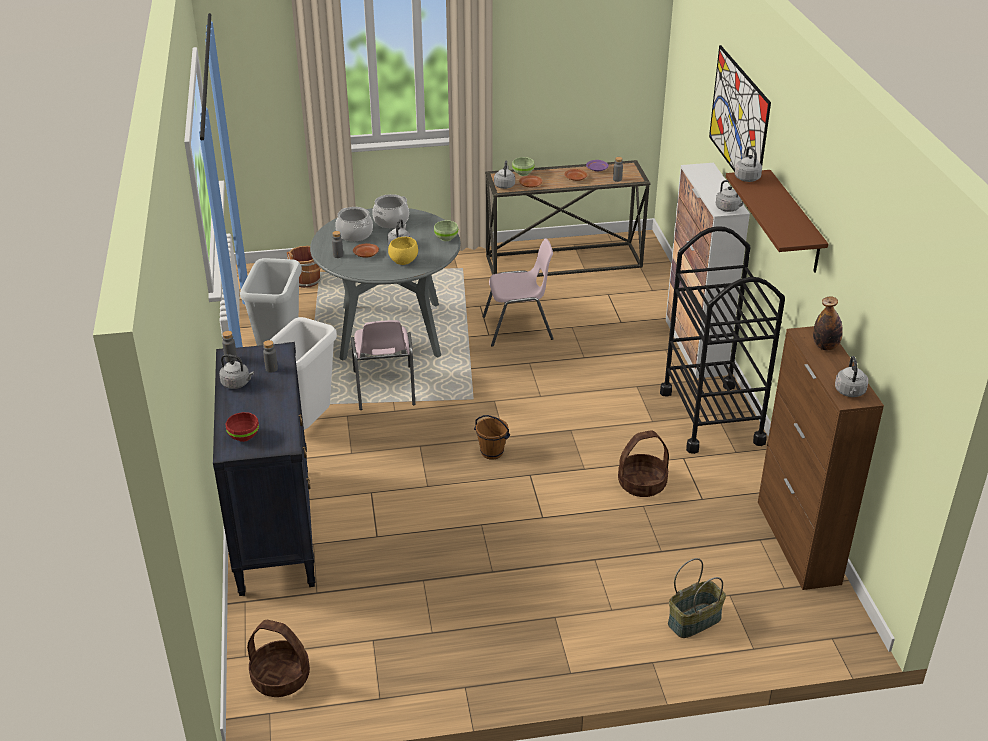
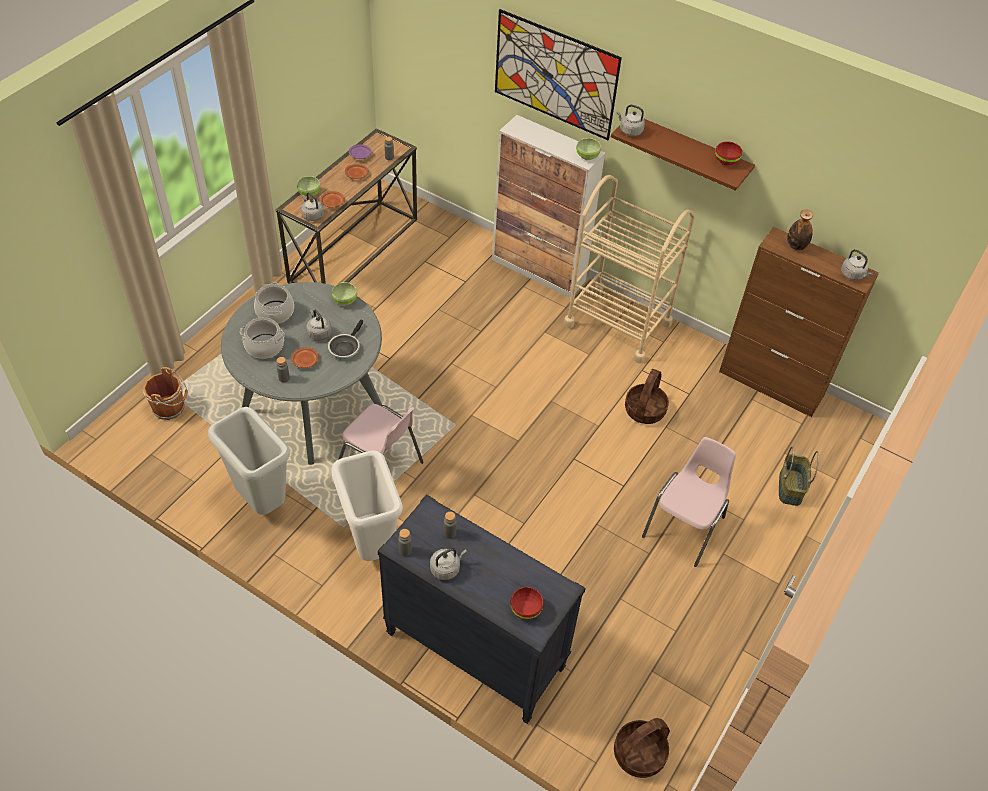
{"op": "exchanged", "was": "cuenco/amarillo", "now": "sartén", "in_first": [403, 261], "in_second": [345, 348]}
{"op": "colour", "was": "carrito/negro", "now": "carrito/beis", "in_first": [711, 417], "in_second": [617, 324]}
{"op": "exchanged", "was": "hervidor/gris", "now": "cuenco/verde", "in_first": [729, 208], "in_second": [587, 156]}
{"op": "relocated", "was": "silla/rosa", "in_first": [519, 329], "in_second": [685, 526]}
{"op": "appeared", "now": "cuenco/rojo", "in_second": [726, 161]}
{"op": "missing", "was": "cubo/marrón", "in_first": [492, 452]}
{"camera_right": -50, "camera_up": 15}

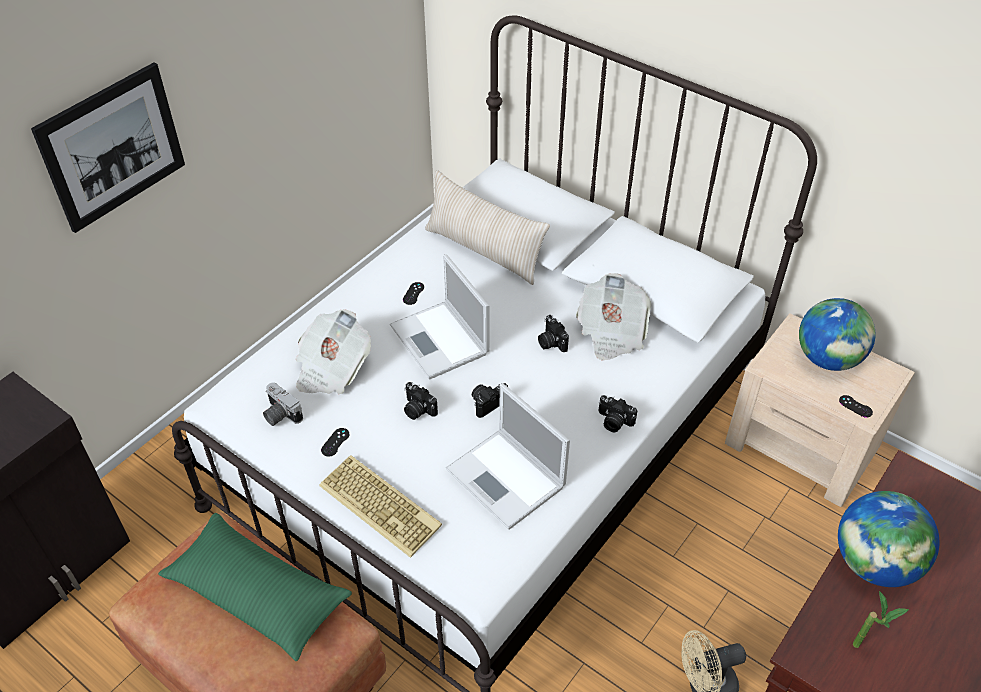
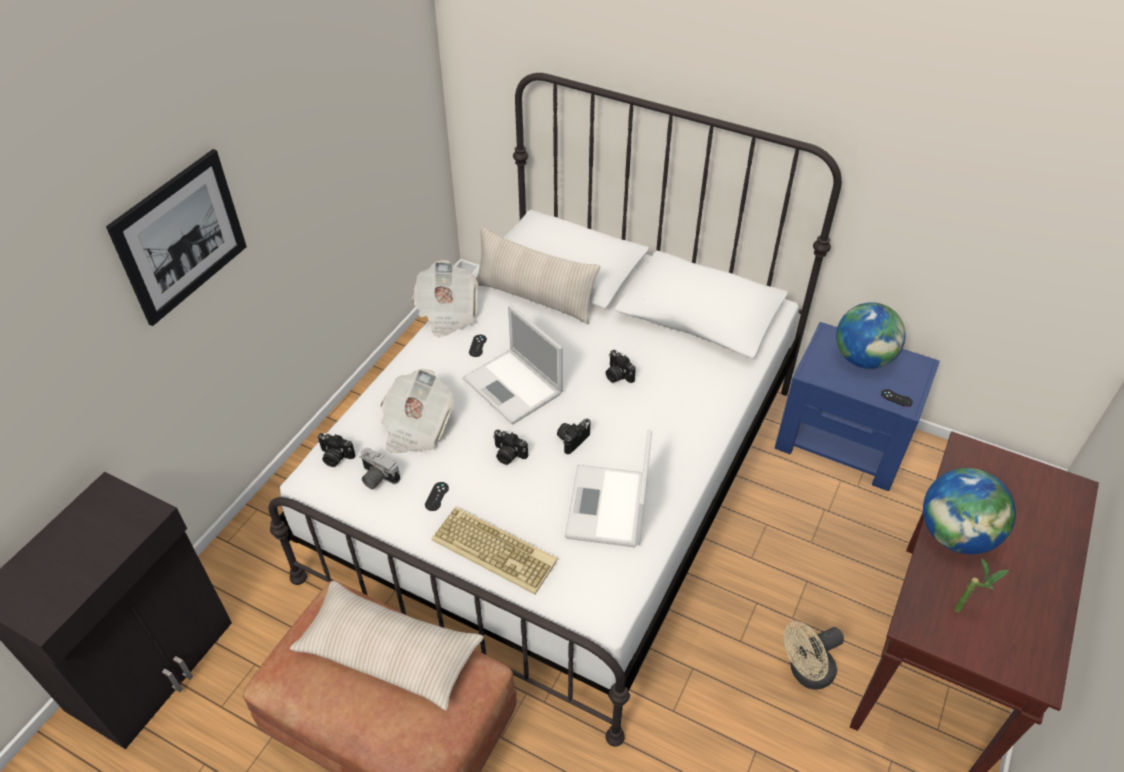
{"op": "colour", "was": "cojín/verde", "now": "cojín/beis", "in_first": [257, 593], "in_second": [389, 652]}
{"op": "relocated", "was": "cámara", "in_first": [613, 422], "in_second": [335, 457]}
{"op": "relocated", "was": "periódico", "in_first": [611, 332], "in_second": [447, 313]}
{"op": "spun", "was": "portátil", "in_first": [507, 479], "in_second": [607, 508], "clockwise": 60}
{"op": "colour", "was": "mesita de noche/beis", "now": "mesita de noche/azul", "in_first": [802, 445], "in_second": [843, 440]}
{"camera_right": -10, "camera_up": 0}

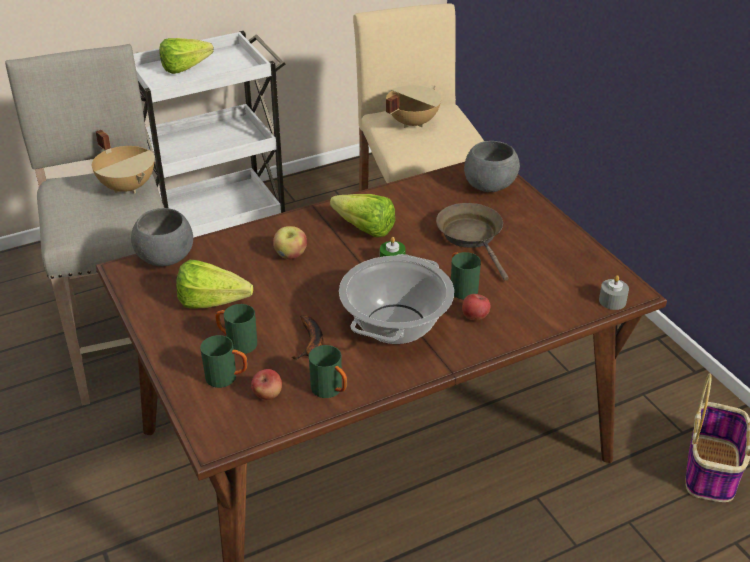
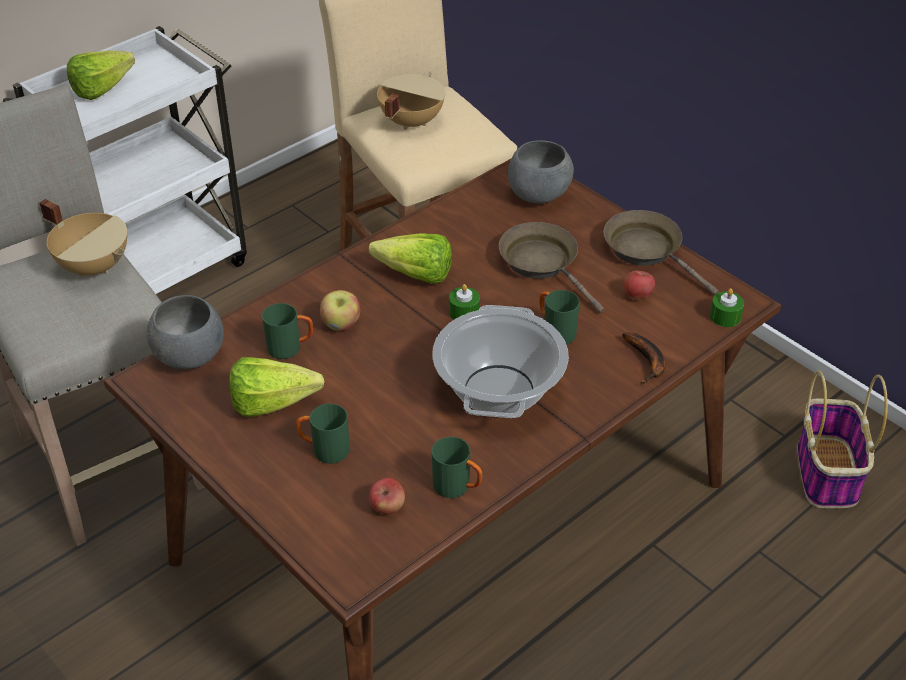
{"op": "relocated", "was": "taza grande/verde", "in_first": [227, 378], "in_second": [290, 348]}
{"op": "appeared", "now": "sartén/marrón", "in_second": [647, 250]}
{"op": "relocated", "was": "plátano", "in_first": [311, 343], "in_second": [647, 362]}
{"op": "relocated", "was": "manzana", "in_first": [475, 317], "in_second": [637, 295]}
{"op": "colour", "was": "vela/gris", "now": "vela/verde", "in_first": [612, 301], "in_second": [725, 316]}
{"camera_right": -15, "camera_up": 5}

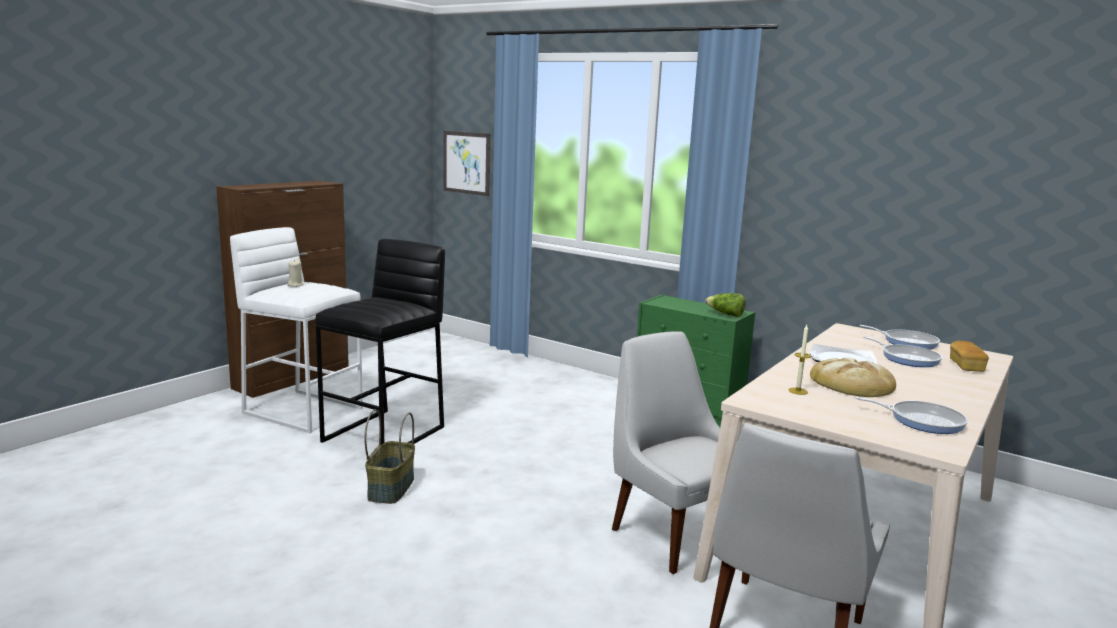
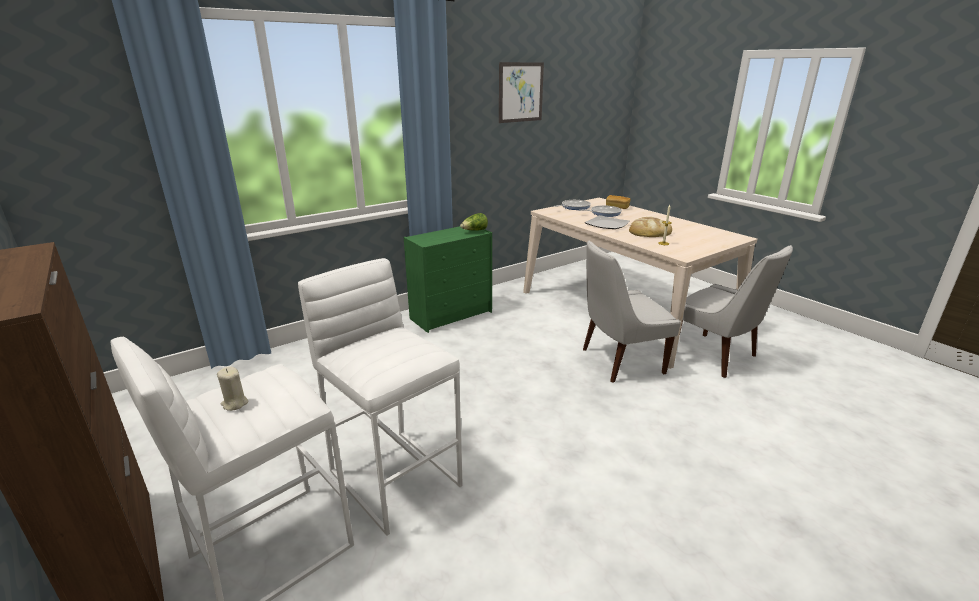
{"op": "colour", "was": "taburete/negro", "now": "taburete/blanco", "in_first": [385, 434], "in_second": [395, 477]}
{"op": "relocated", "was": "cuadro", "in_first": [466, 163], "in_second": [520, 92]}
{"op": "missing", "was": "cesta", "in_first": [390, 488]}
{"op": "missing", "was": "sartén", "in_first": [922, 421]}
{"camera_right": -70, "camera_up": 10}

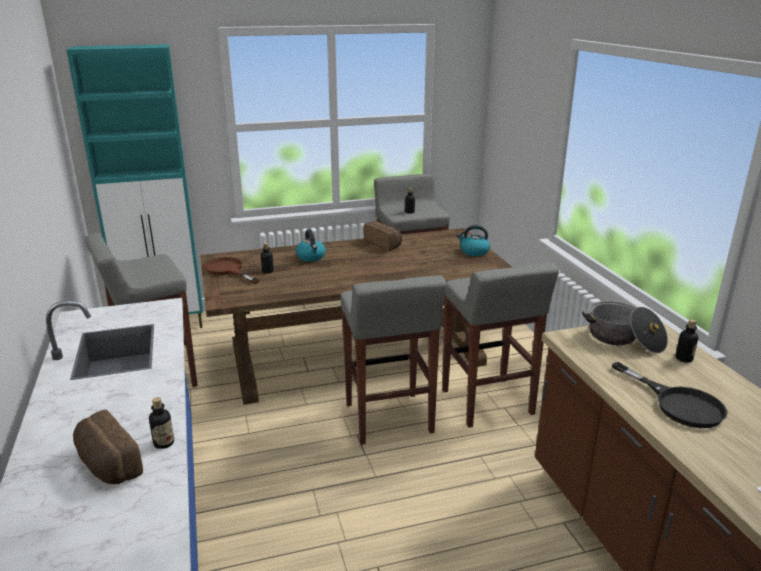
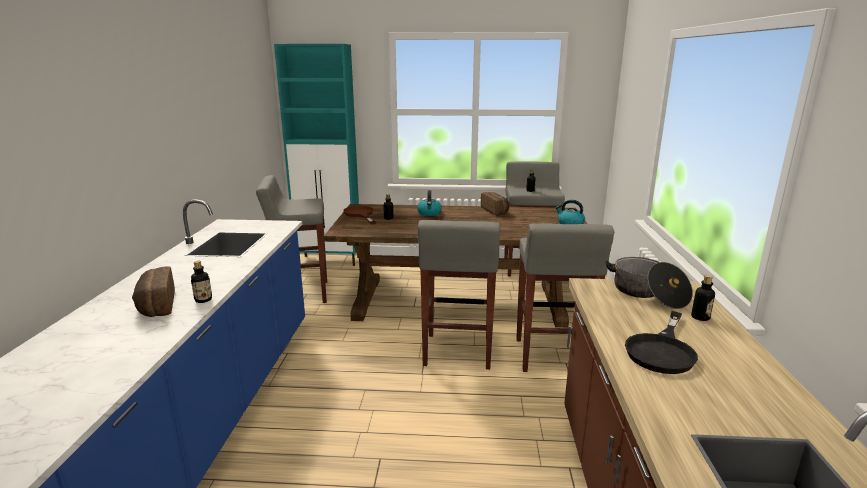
{"op": "spun", "was": "sartén/negro", "in_first": [678, 403], "in_second": [662, 350], "clockwise": 45}
{"camera_right": 20, "camera_up": -5}

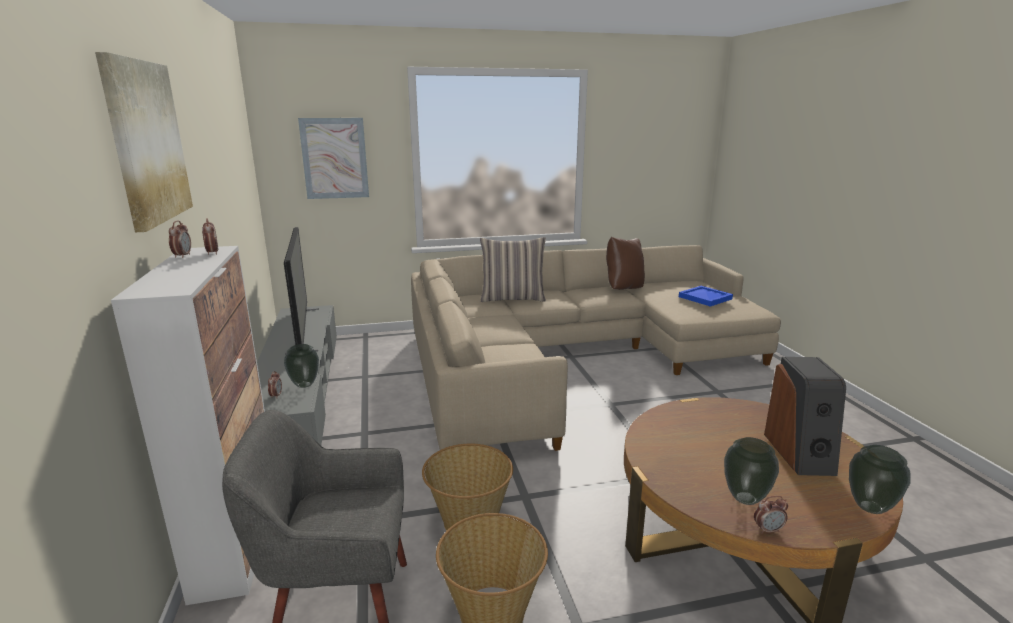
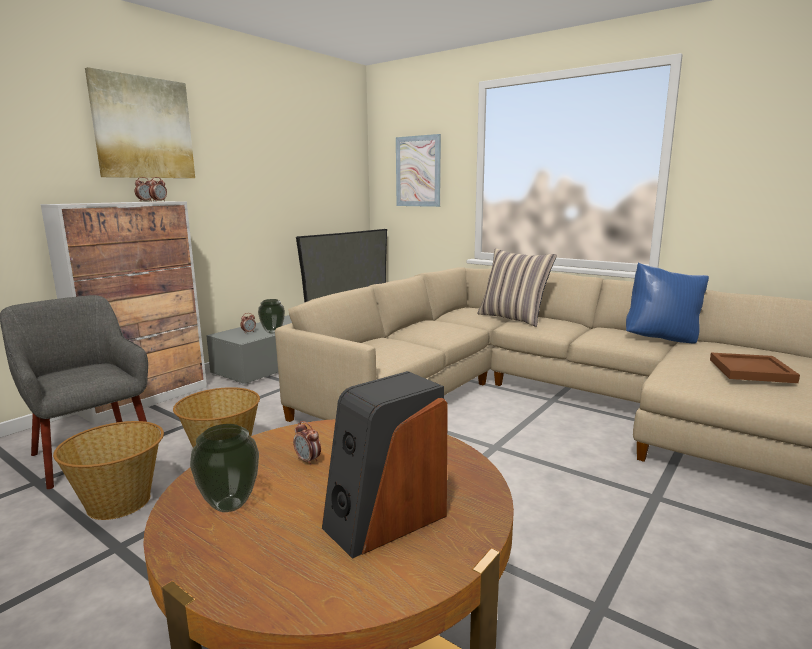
{"op": "relocated", "was": "despertador", "in_first": [768, 530], "in_second": [308, 460]}
{"op": "colour", "was": "cojín/marrón", "now": "cojín/azul", "in_first": [623, 289], "in_second": [662, 339]}
{"op": "colour", "was": "bandeja/azul", "now": "bandeja/marrón", "in_first": [704, 298], "in_second": [749, 370]}
{"op": "missing", "was": "florero", "in_first": [871, 507]}
{"camera_right": 50, "camera_up": -5}

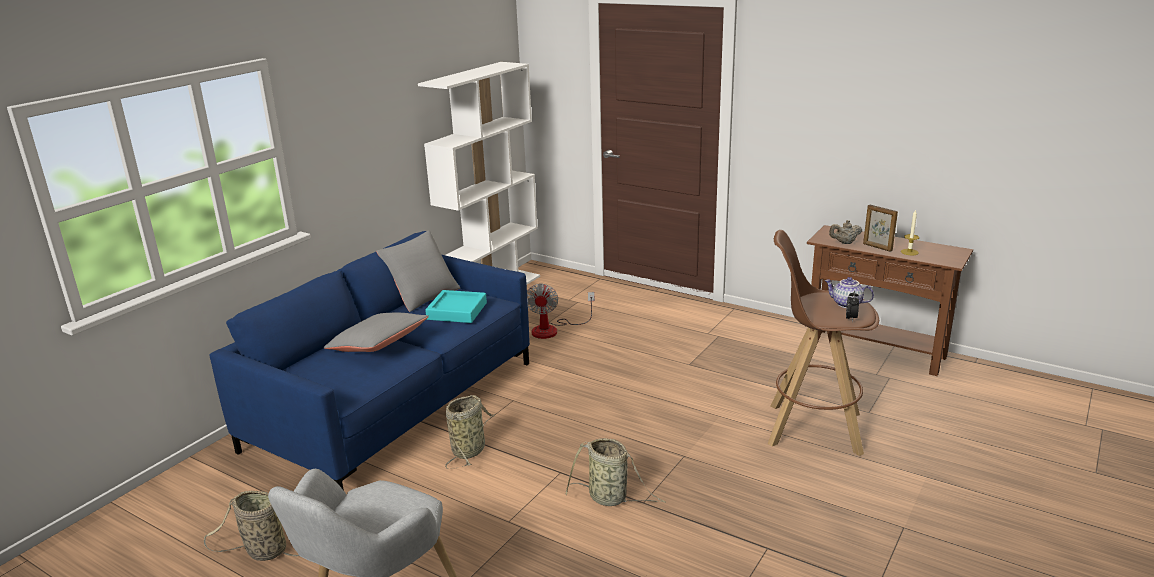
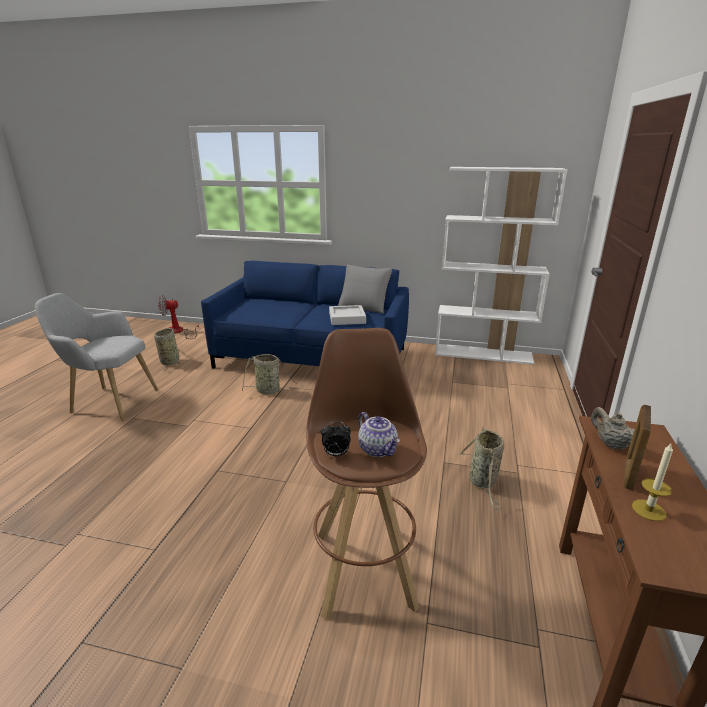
{"op": "relocated", "was": "ventilador", "in_first": [553, 329], "in_second": [178, 332]}
{"op": "colour", "was": "bandeja/turquesa", "now": "bandeja/gris", "in_first": [457, 311], "in_second": [347, 318]}
{"op": "spun", "was": "tetera", "in_first": [846, 304], "in_second": [378, 449], "clockwise": 135}
{"op": "relocated", "was": "cesta", "in_first": [610, 498], "in_second": [483, 482]}
{"op": "missing", "was": "cojín/gris", "in_first": [378, 346]}
{"camera_right": 70, "camera_up": 0}

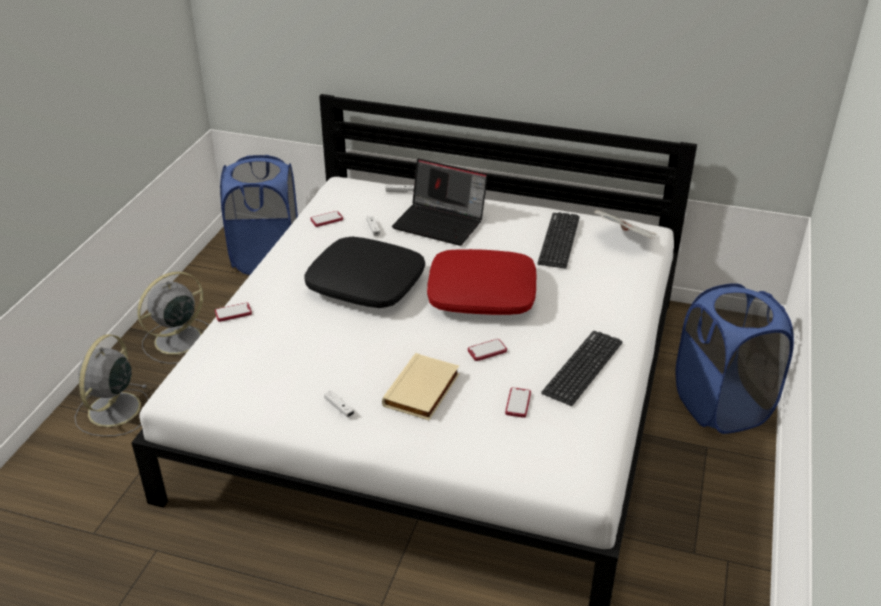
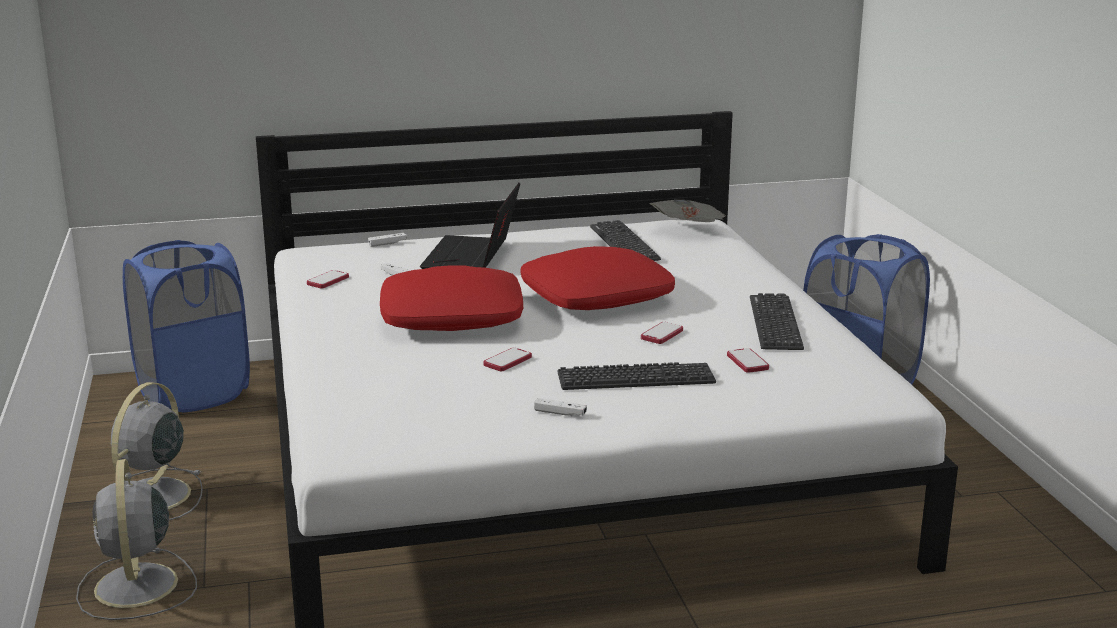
{"op": "colour", "was": "cojín/negro", "now": "cojín/rojo", "in_first": [366, 283], "in_second": [452, 317]}
{"op": "spun", "was": "portátil", "in_first": [441, 223], "in_second": [472, 257], "clockwise": 105}
{"op": "relocated", "was": "móvil", "in_first": [233, 313], "in_second": [507, 361]}
{"op": "exchanged", "was": "libro/beis", "now": "teclado", "in_first": [423, 391], "in_second": [636, 378]}
{"camera_right": -30, "camera_up": -15}

